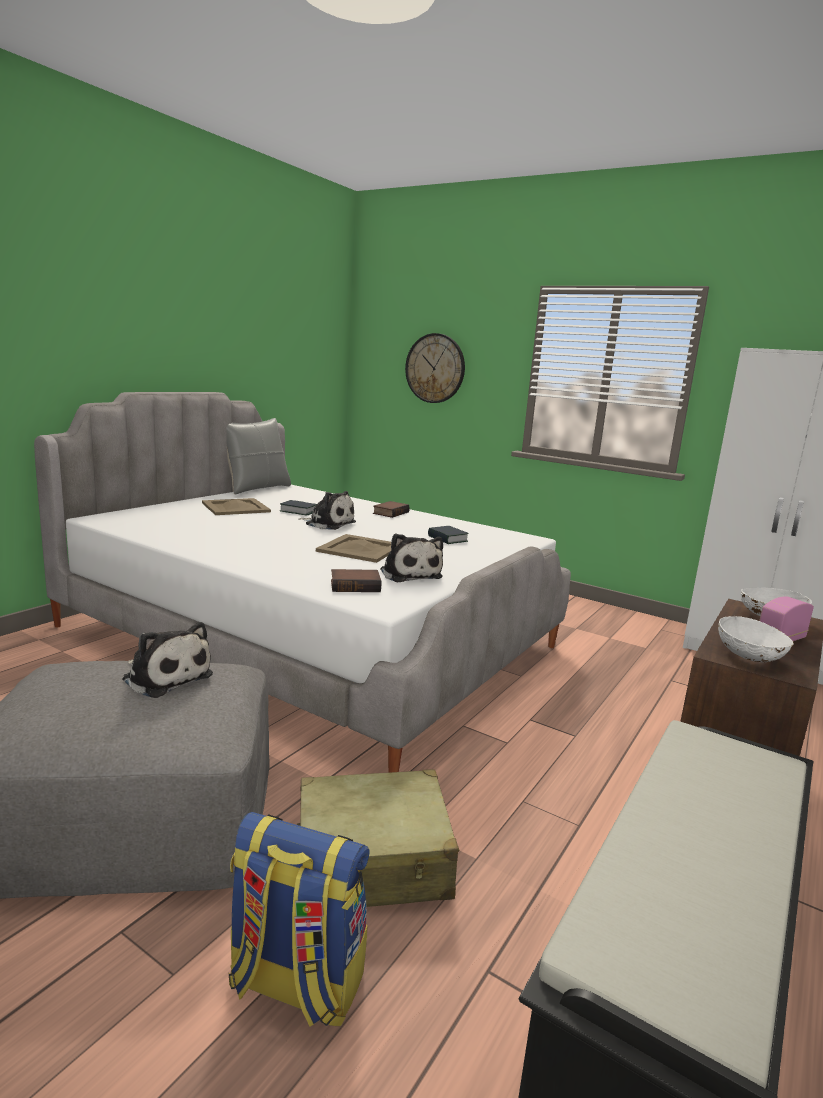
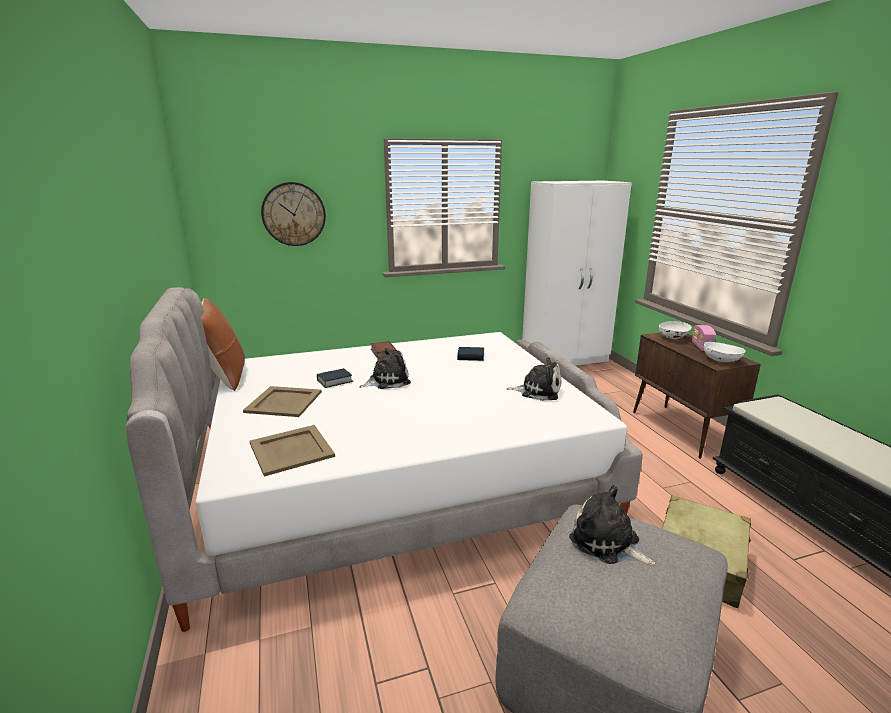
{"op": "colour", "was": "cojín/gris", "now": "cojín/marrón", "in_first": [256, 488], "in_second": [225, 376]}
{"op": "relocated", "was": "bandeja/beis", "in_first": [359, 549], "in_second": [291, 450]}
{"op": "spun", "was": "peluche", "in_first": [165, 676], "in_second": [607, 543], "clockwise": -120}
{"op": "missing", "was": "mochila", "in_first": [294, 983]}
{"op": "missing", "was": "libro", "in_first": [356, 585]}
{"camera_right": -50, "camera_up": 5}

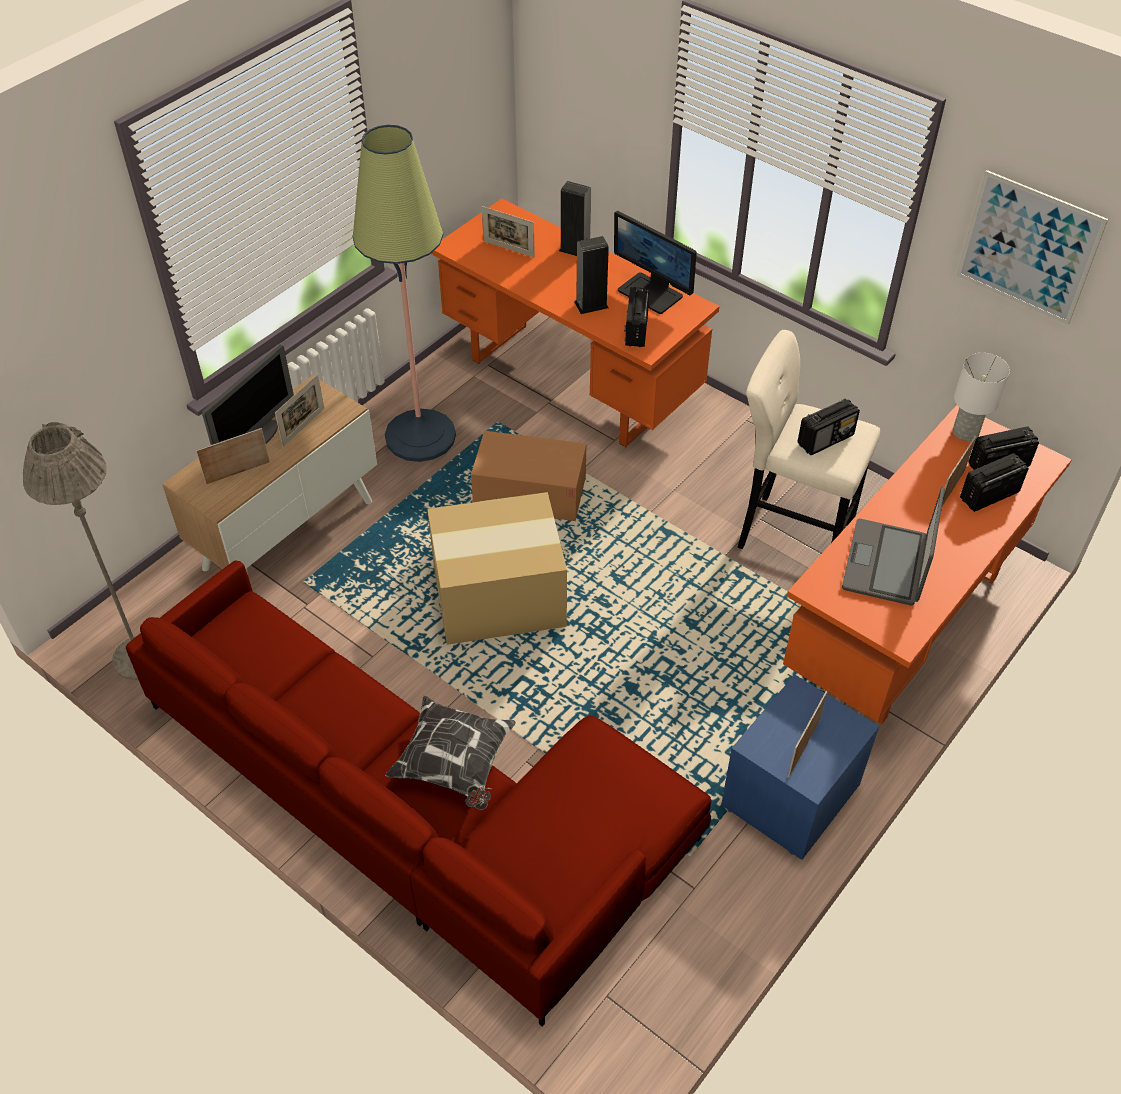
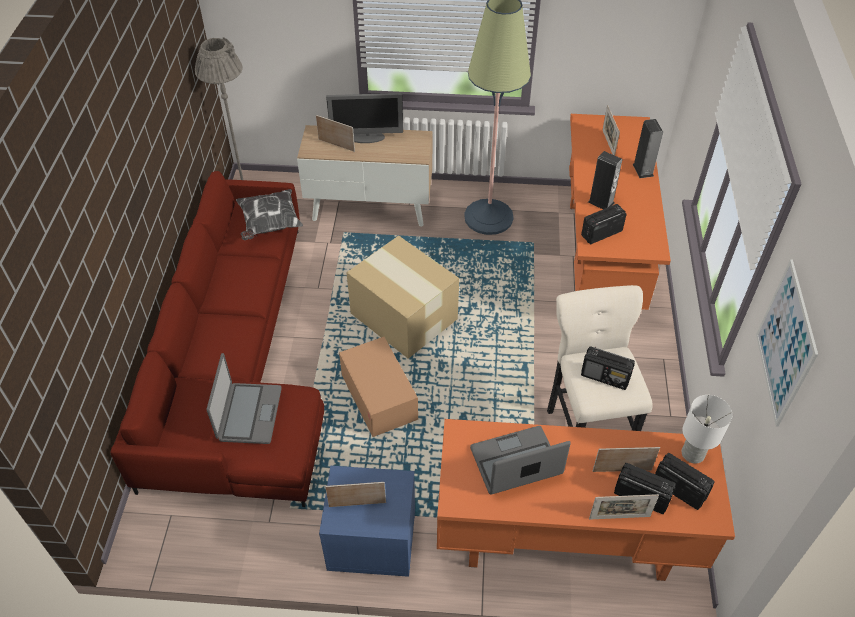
{"op": "appeared", "now": "portátil", "in_second": [249, 414]}
{"op": "relocated", "was": "cojín", "in_first": [454, 764], "in_second": [269, 224]}
{"op": "relocated", "was": "caja de cartón", "in_first": [530, 493], "in_second": [379, 397]}
{"op": "relocated", "was": "portarretratos", "in_first": [303, 427], "in_second": [619, 517]}
{"op": "missing", "was": "monitor", "in_first": [651, 293]}
{"camera_right": 55, "camera_up": 0}

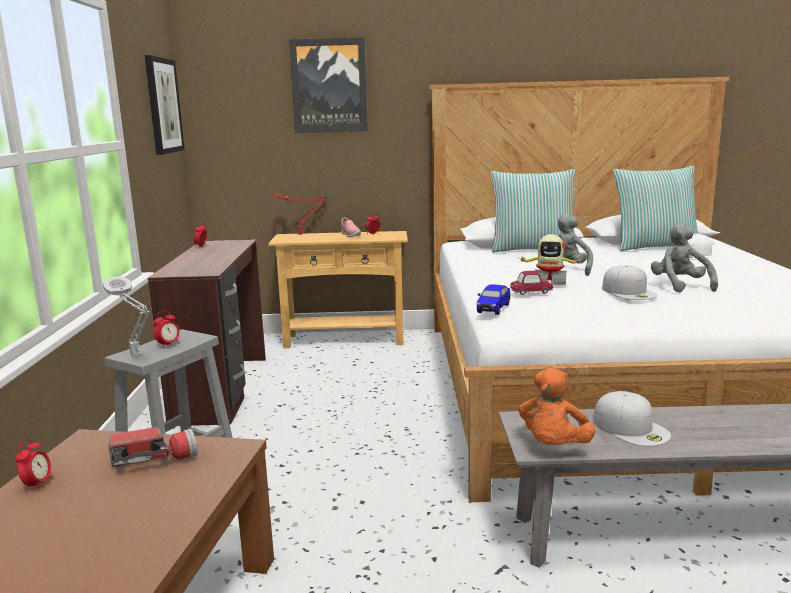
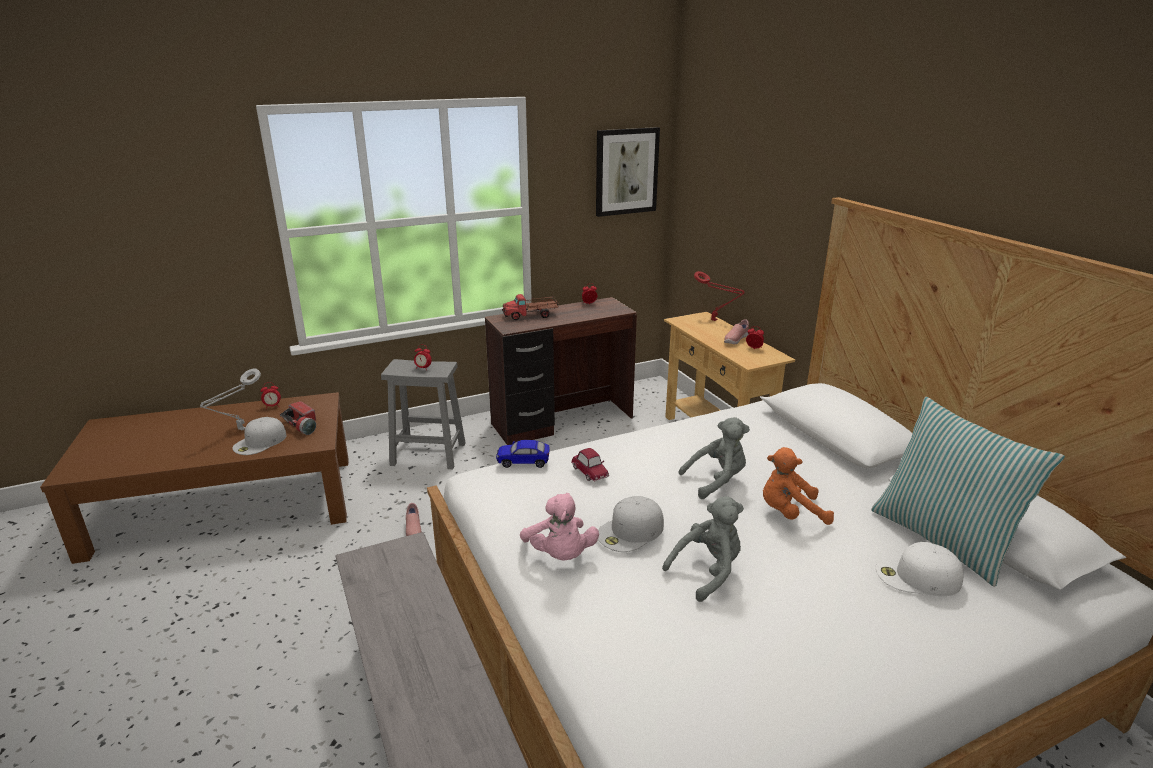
{"op": "relocated", "was": "lámpara de mesa/gris", "in_first": [137, 356], "in_second": [240, 430]}
{"op": "relocated", "was": "gorra/blanco", "in_first": [631, 428], "in_second": [260, 442]}
{"op": "appeared", "now": "zapato/rosa", "in_second": [413, 530]}
{"op": "appeared", "now": "camión de juguete", "in_second": [531, 315]}
{"op": "appeared", "now": "peluche/rosa", "in_second": [560, 555]}
{"op": "relocated", "was": "peluche/naranja", "in_first": [553, 446], "in_second": [790, 513]}
{"op": "missing", "was": "cuadro", "in_first": [329, 86]}
{"op": "missing", "was": "cojín", "in_first": [532, 249]}
{"op": "missing", "was": "robot de juguete", "in_first": [549, 281]}
{"camera_right": 65, "camera_up": 10}

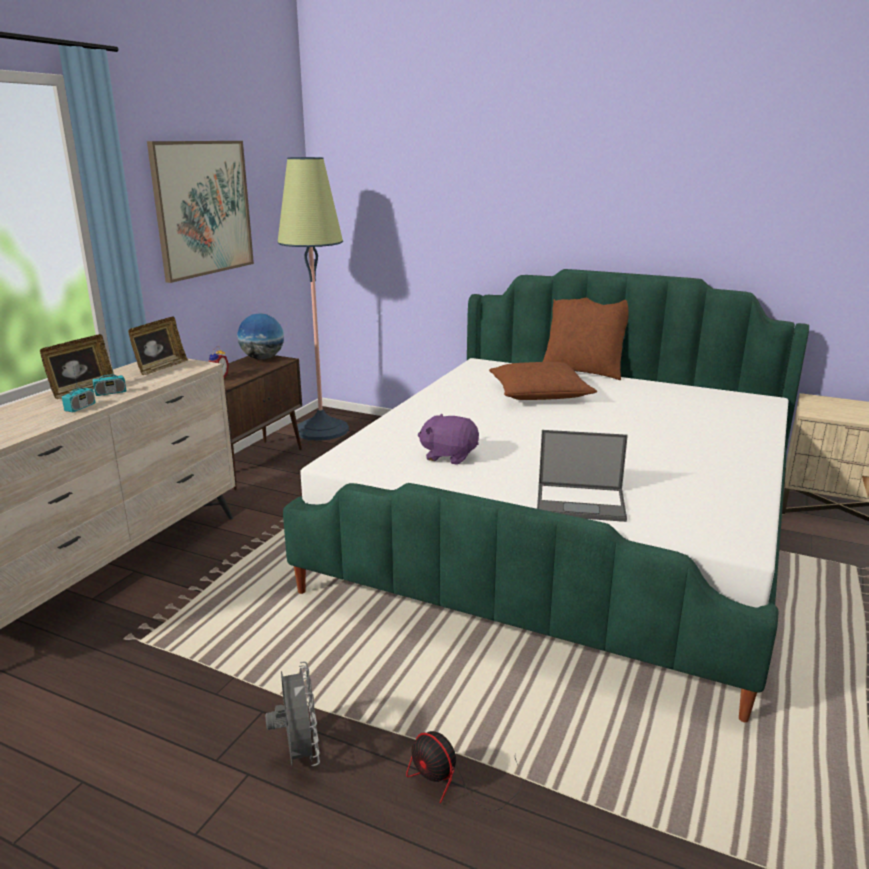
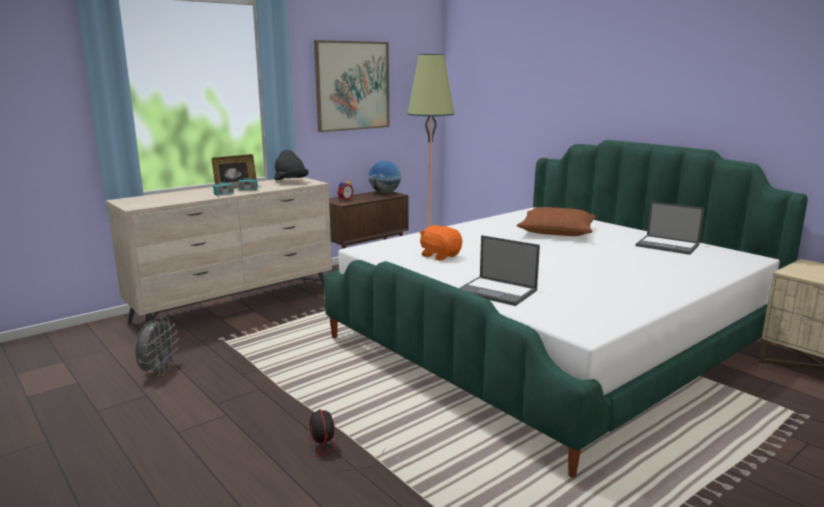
{"op": "relocated", "was": "ventilador/gris", "in_first": [299, 754], "in_second": [158, 371]}
{"op": "exchanged", "was": "portarretratos", "now": "sombrero/negro", "in_first": [160, 368], "in_second": [290, 182]}
{"op": "colour", "was": "peluche/morado", "now": "peluche/naranja", "in_first": [449, 456], "in_second": [440, 256]}
{"op": "appeared", "now": "portátil", "in_second": [668, 245]}
{"op": "missing", "was": "cojín/marrón", "in_first": [583, 371]}
{"camera_right": 25, "camera_up": -5}

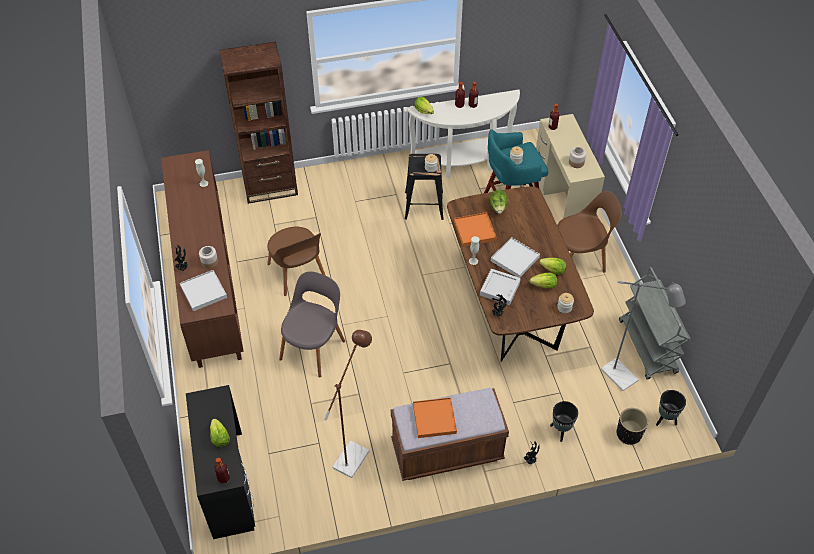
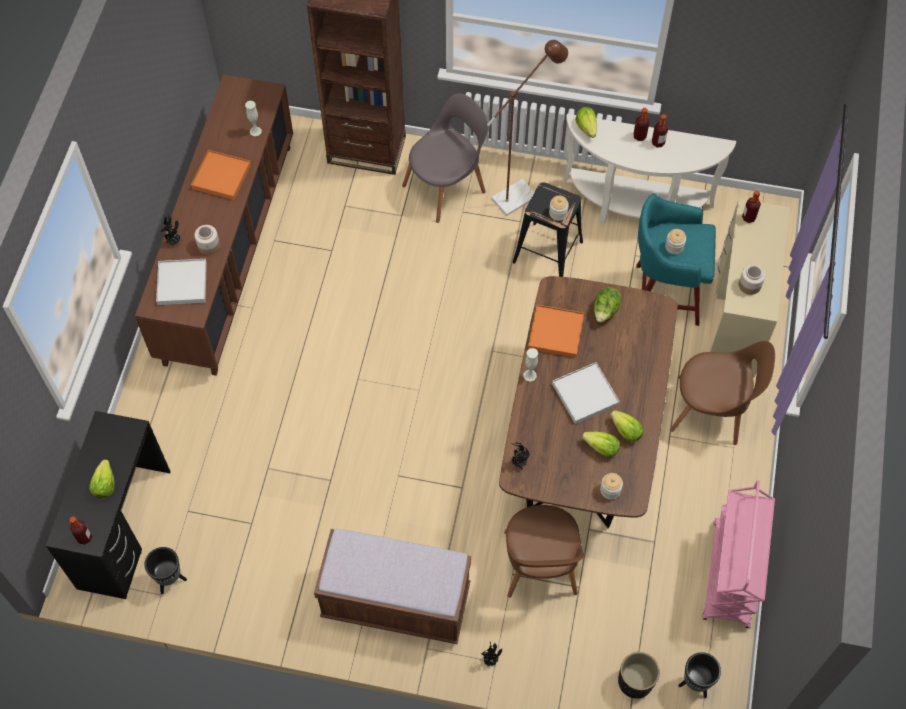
{"op": "relocated", "was": "maceta/negro", "in_first": [560, 431], "in_second": [170, 580]}
{"op": "relocated", "was": "bandeja/naranja", "in_first": [434, 419], "in_second": [221, 176]}
{"op": "relocated", "was": "silla/gris", "in_first": [314, 347], "in_second": [447, 187]}
{"op": "relocated", "was": "lámpara de pie/marrón", "in_first": [354, 454], "in_second": [521, 194]}
{"op": "relocated", "was": "silla/marrón", "in_first": [297, 274], "in_second": [539, 567]}
{"op": "colour", "was": "carrito/gris", "now": "carrito/rosa", "in_first": [648, 347], "in_second": [731, 575]}
{"op": "missing", "was": "bandeja/gris", "in_first": [499, 289]}
{"op": "missing", "was": "lámpara de pie/gris", "in_first": [624, 379]}
{"camera_right": 25, "camera_up": 10}

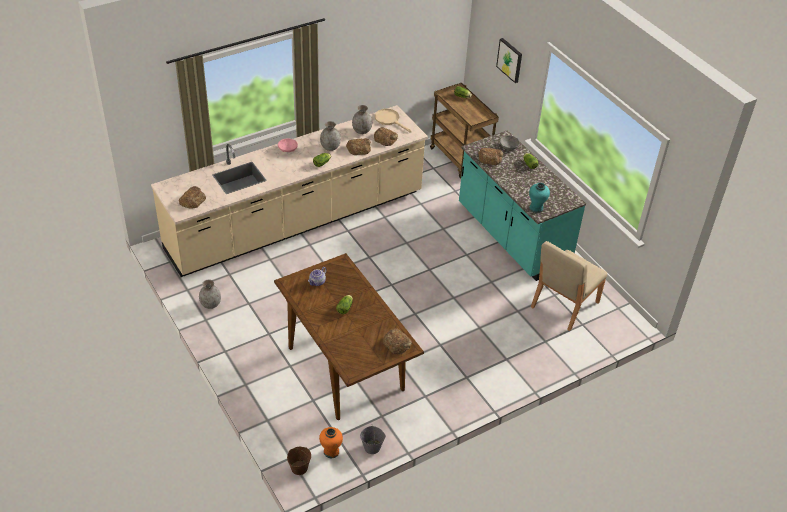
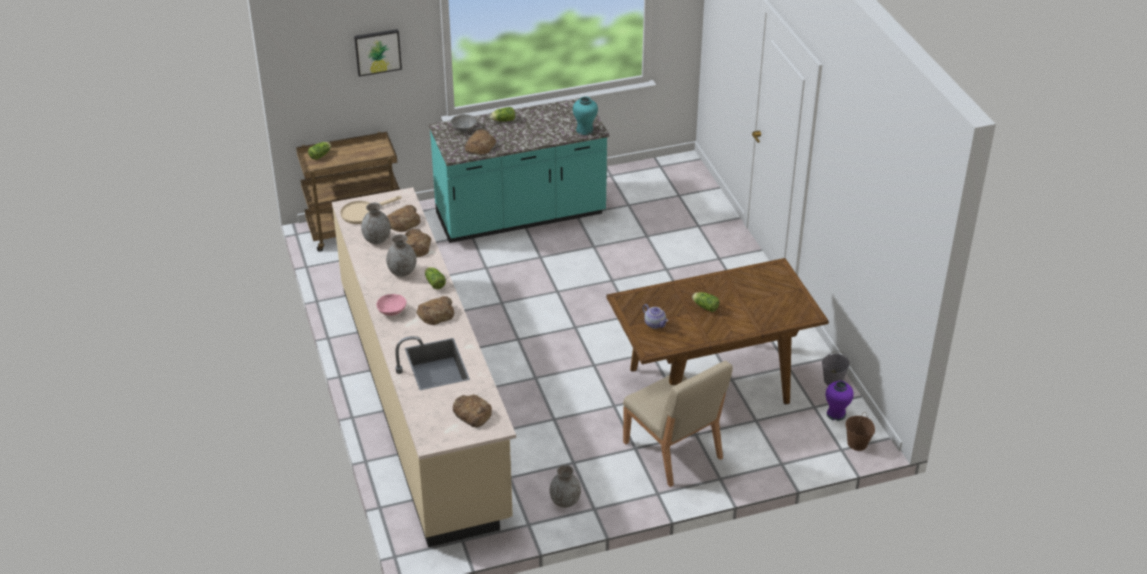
{"op": "relocated", "was": "pan", "in_first": [397, 343], "in_second": [436, 314]}
{"op": "relocated", "was": "silla/beis", "in_first": [564, 305], "in_second": [673, 451]}
{"op": "colour", "was": "florero/naranja", "now": "florero/morado", "in_first": [331, 452], "in_second": [836, 414]}
{"camera_right": -75, "camera_up": -5}

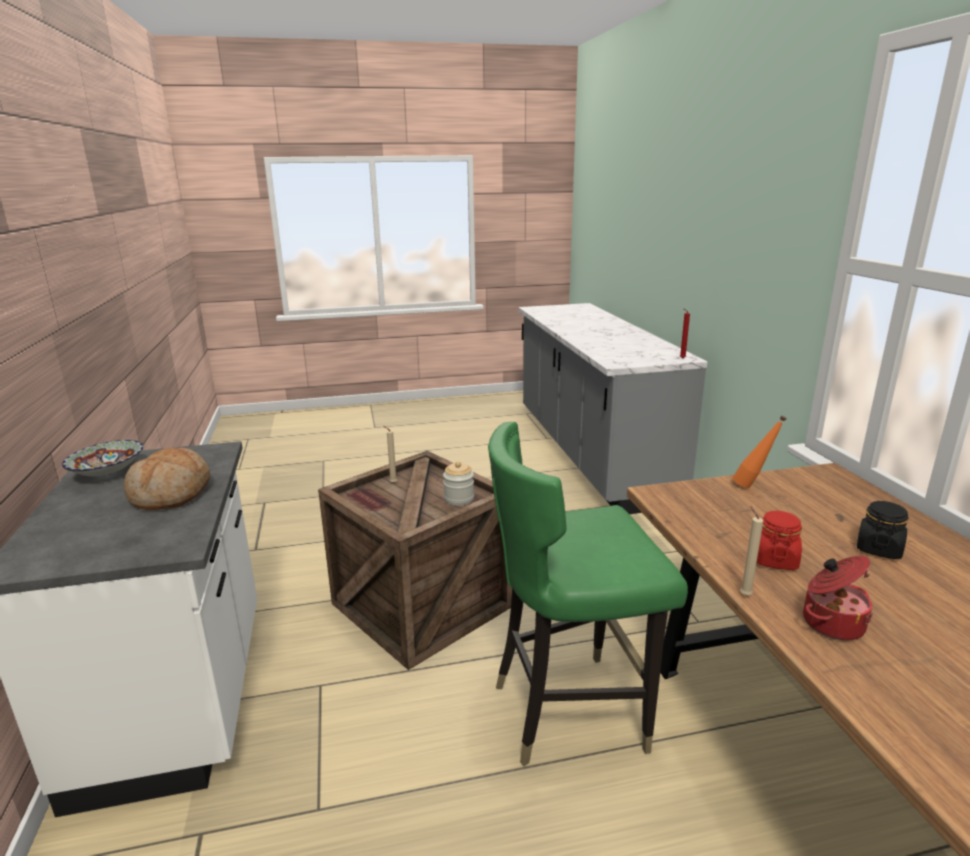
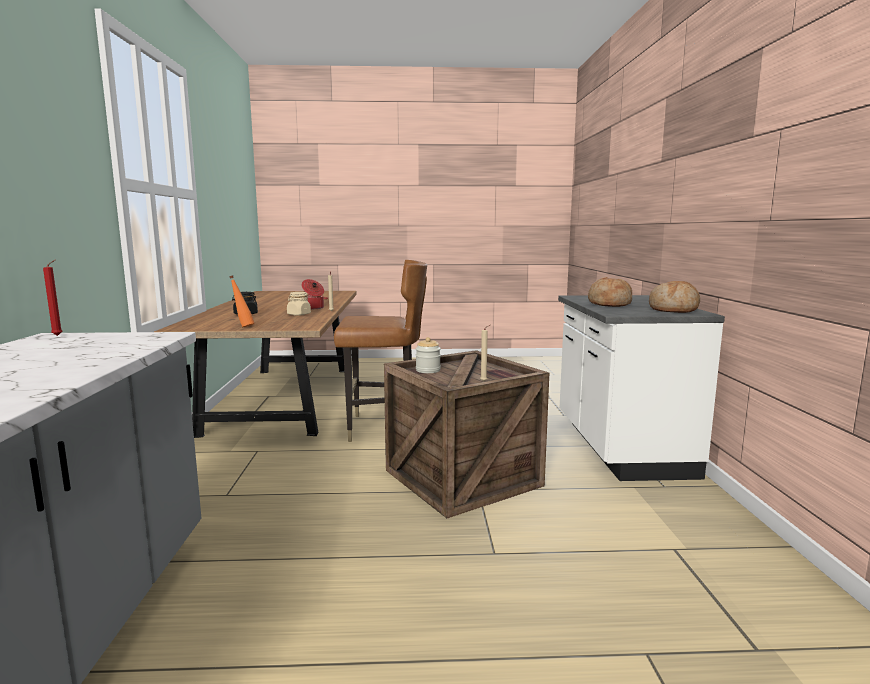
{"op": "colour", "was": "tarro/rojo", "now": "tarro/beis", "in_first": [774, 560], "in_second": [299, 314]}
{"op": "colour", "was": "silla/verde", "now": "silla/marrón", "in_first": [570, 710], "in_second": [383, 428]}
{"op": "exchanged", "was": "cuenco", "now": "pan", "in_first": [108, 473], "in_second": [674, 309]}
{"camera_right": -170, "camera_up": -10}

